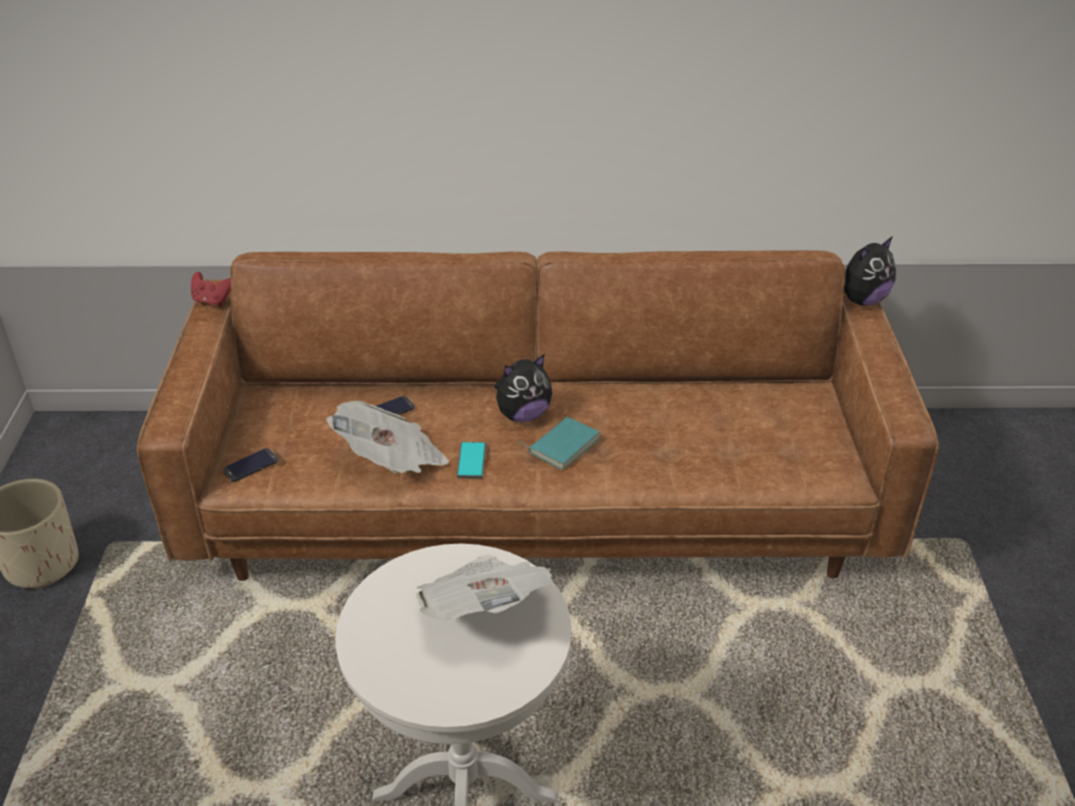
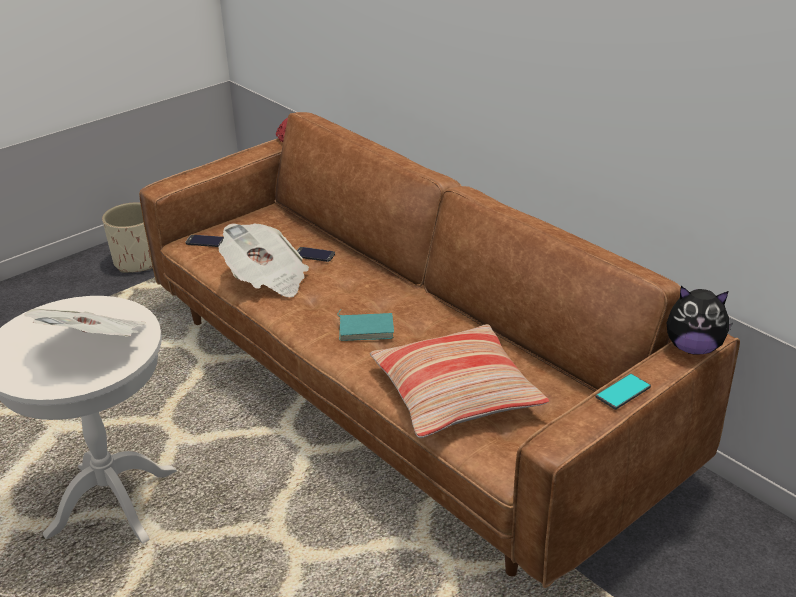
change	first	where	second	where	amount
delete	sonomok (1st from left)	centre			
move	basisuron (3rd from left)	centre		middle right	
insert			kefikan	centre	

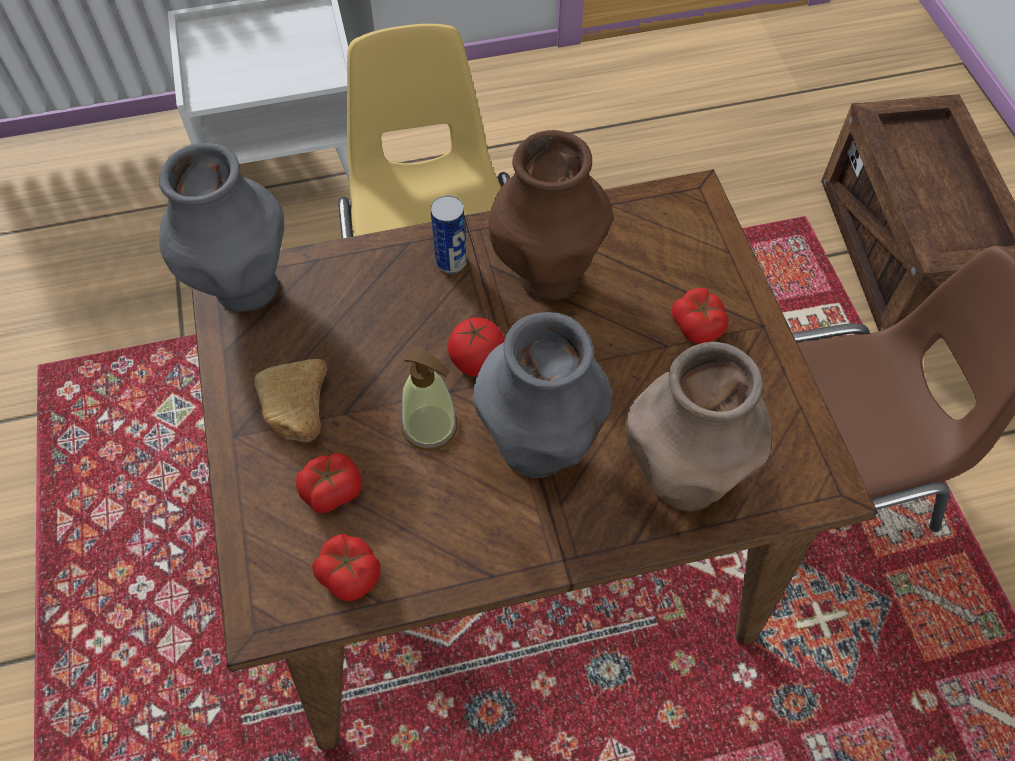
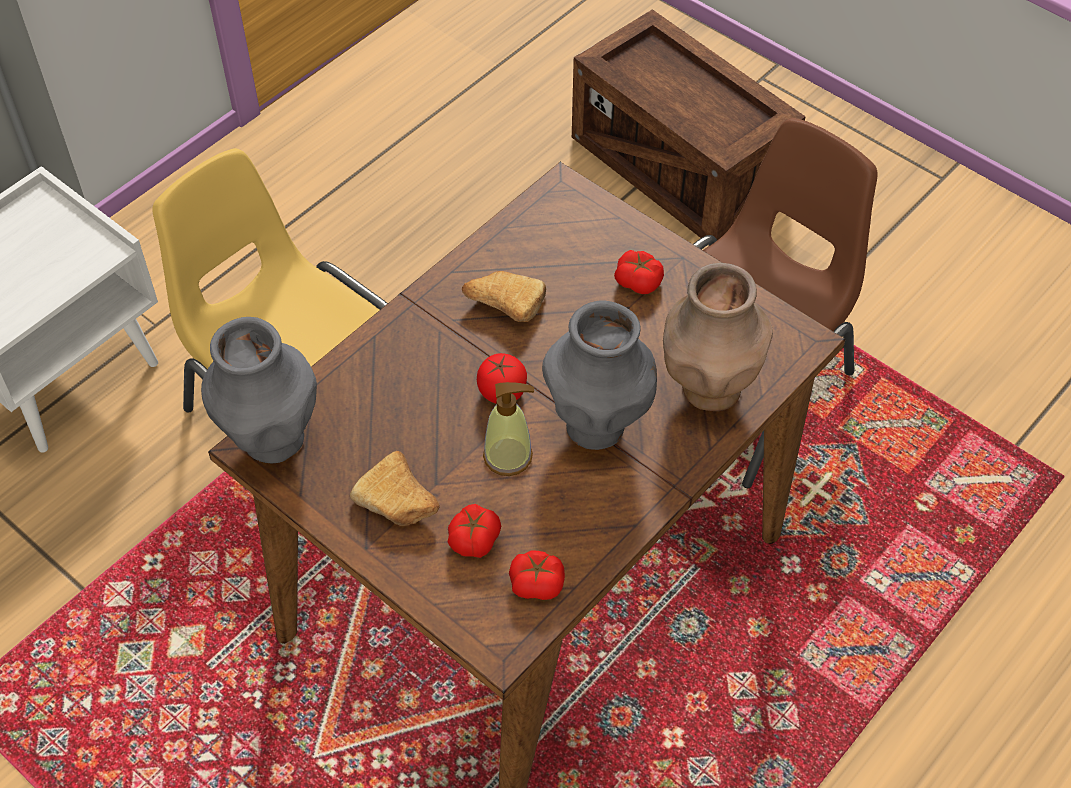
change	first	where	second	where	amount
replace	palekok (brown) (1st from left)	top centre	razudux (2nd from left)	centre	
delete	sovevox	top centre			

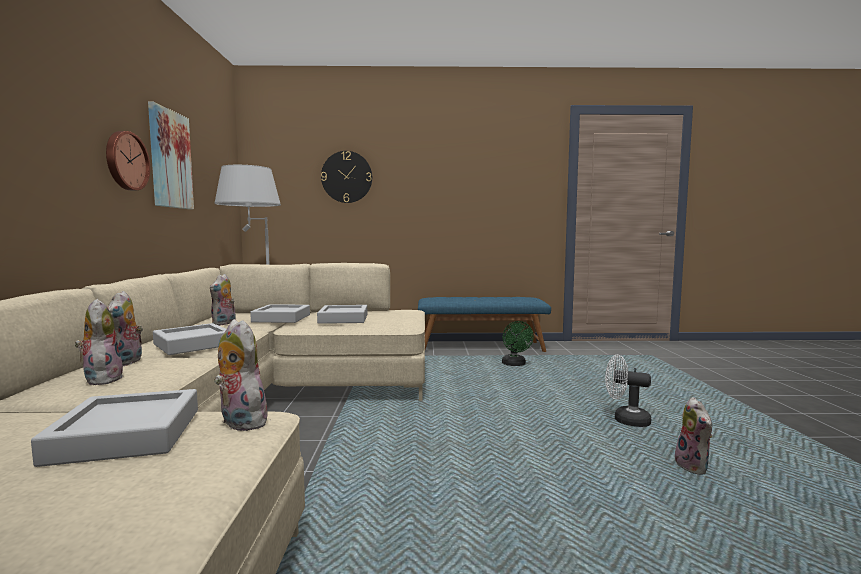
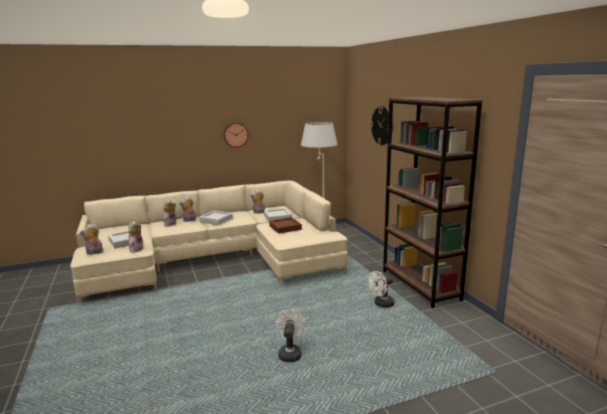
change	first	where	second	where	amount
delete	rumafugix	top left			
replace	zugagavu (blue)	centre	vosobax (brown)	middle right	
recolor	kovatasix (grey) (4th from left)	centre	kovatasix (brown)	centre	
recolor	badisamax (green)	centre	badisamax (white) (2nd from left)	bottom centre	
move	sonomok (5th from left in the first image)	bottom right	sonomok (1st from left)	middle left	

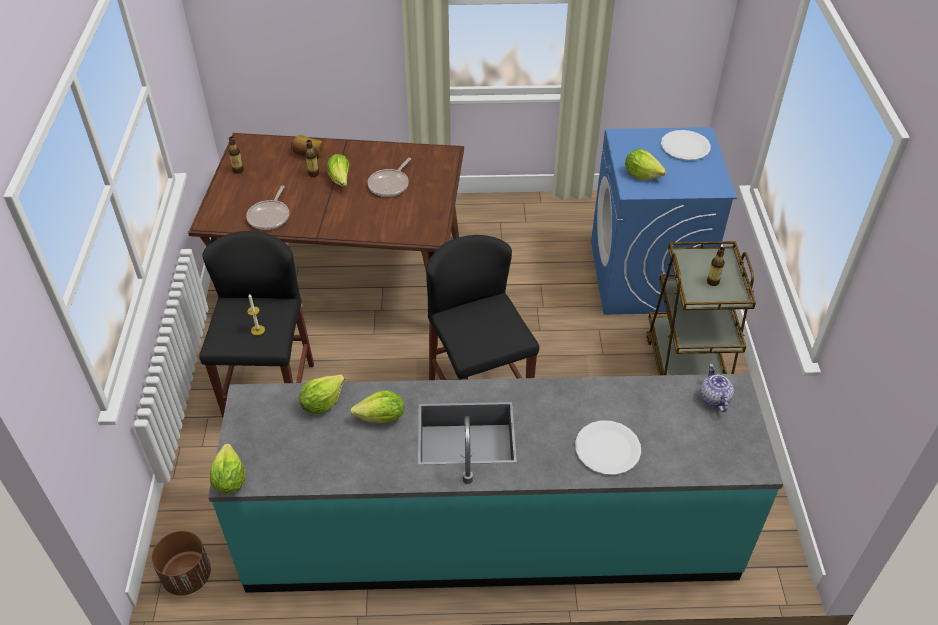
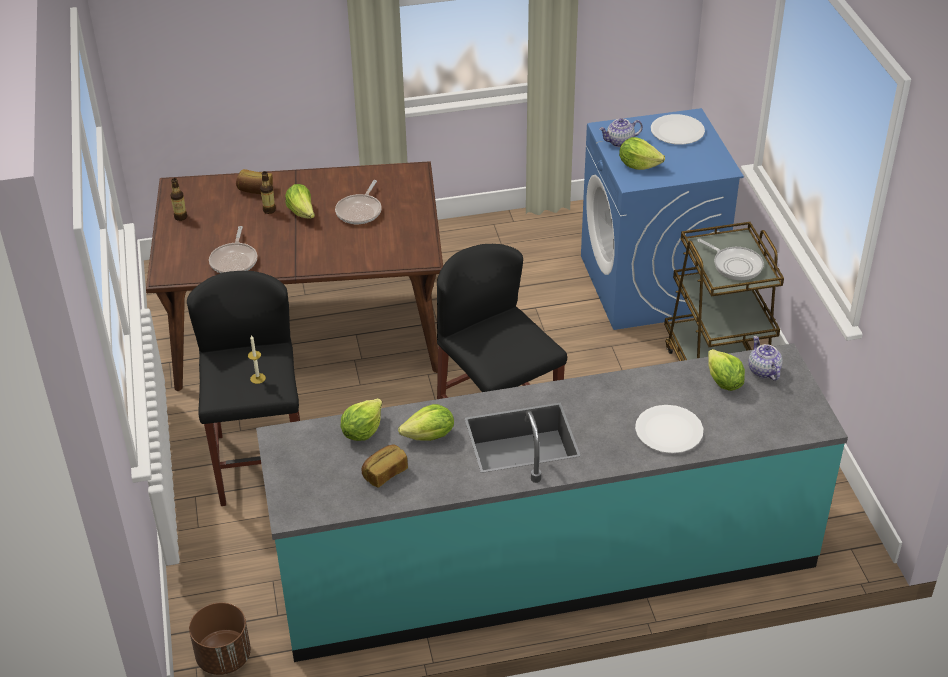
change	first	where	second	where	amount
replace	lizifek (3rd from left)	middle right	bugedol (3rd from left)	middle right	
move	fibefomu (1st from left in the first image)	bottom left	fibefomu (5th from left)	middle right	
insert			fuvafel (1st from left)	top centre	
insert			razudux (2nd from left)	bottom centre	

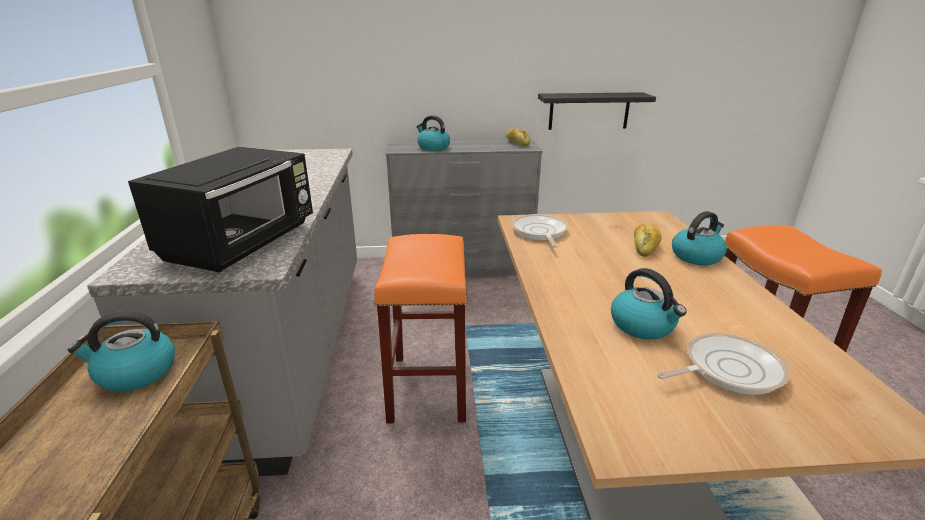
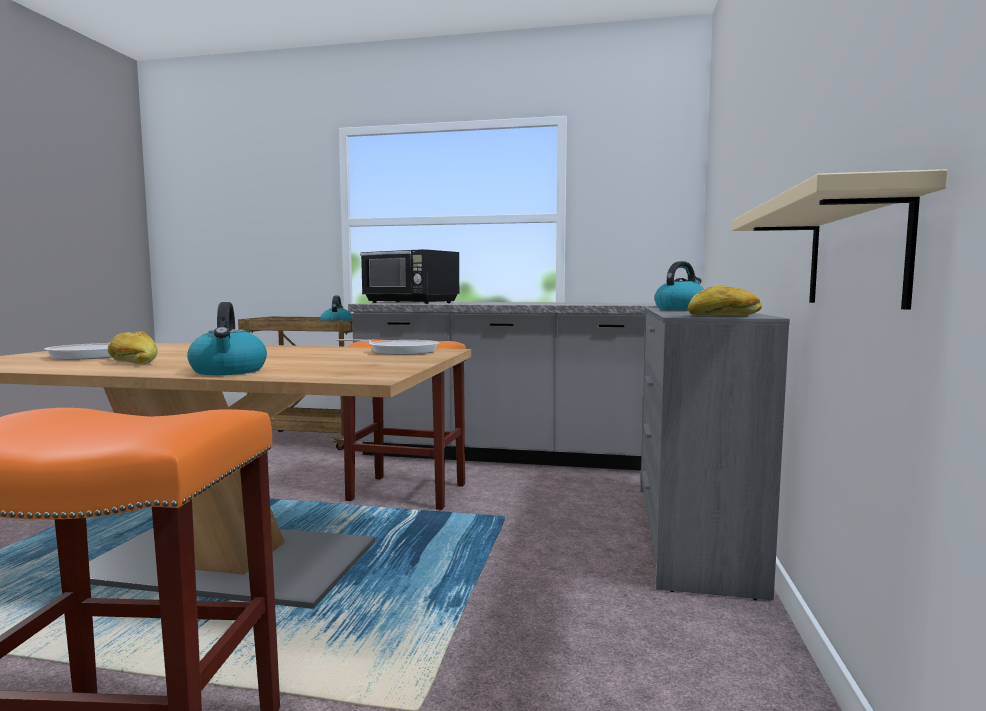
change	first	where	second	where	amount
recolor	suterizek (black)	top centre	suterizek (beige)	middle right	
move	razudux (2nd from left in the first image)	middle right	razudux (1st from left)	middle left	
delete	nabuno (3rd from left)	middle right			

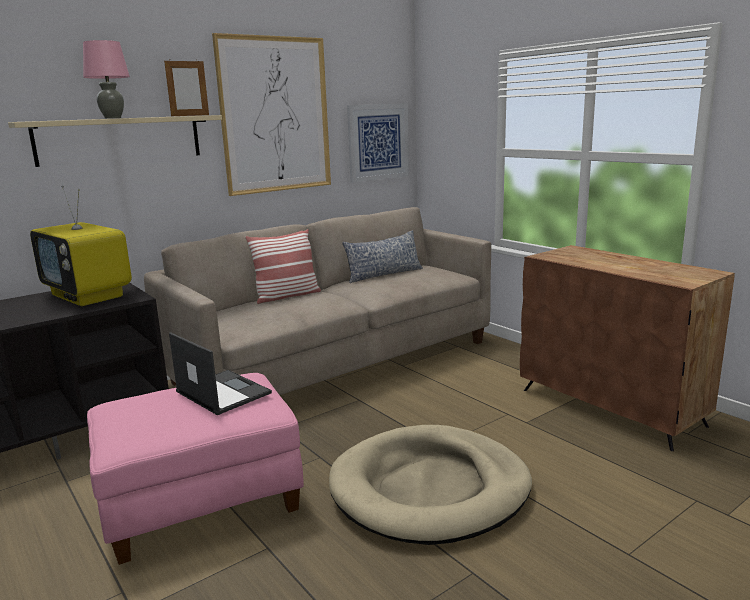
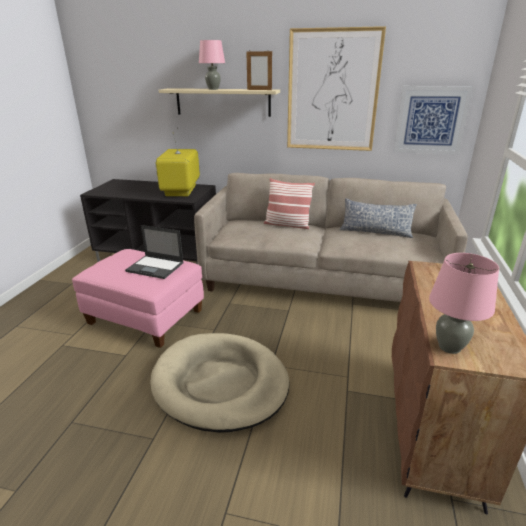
change	first	where	second	where	amount
rotate	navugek	middle left		middle left	105 degrees clockwise
insert			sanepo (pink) (2nd from left)	middle right	

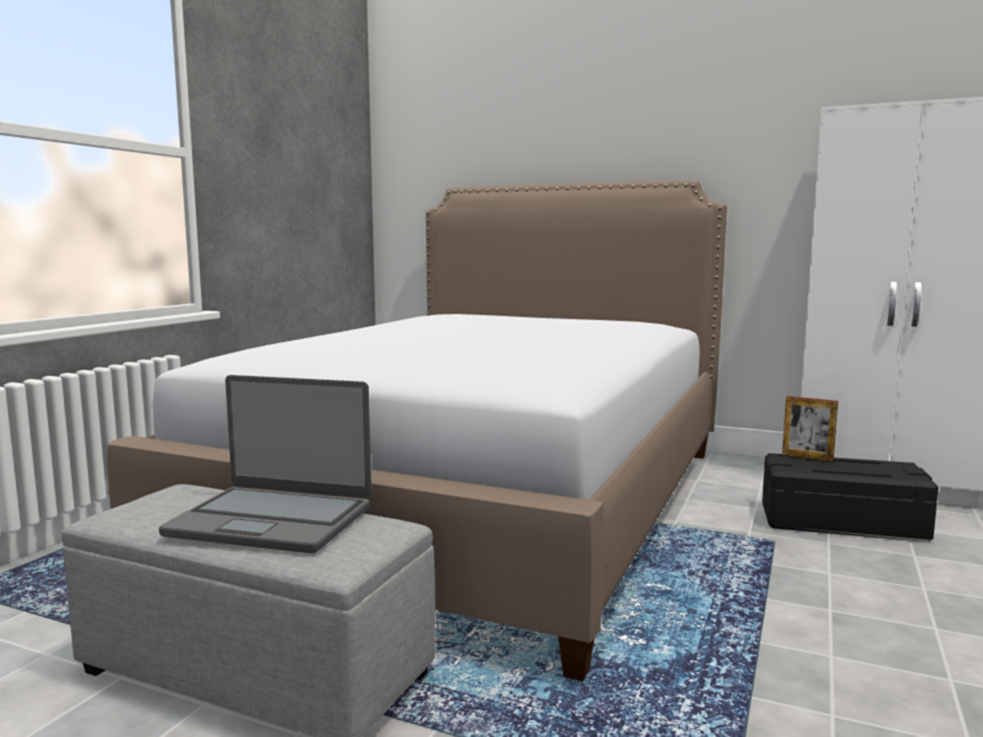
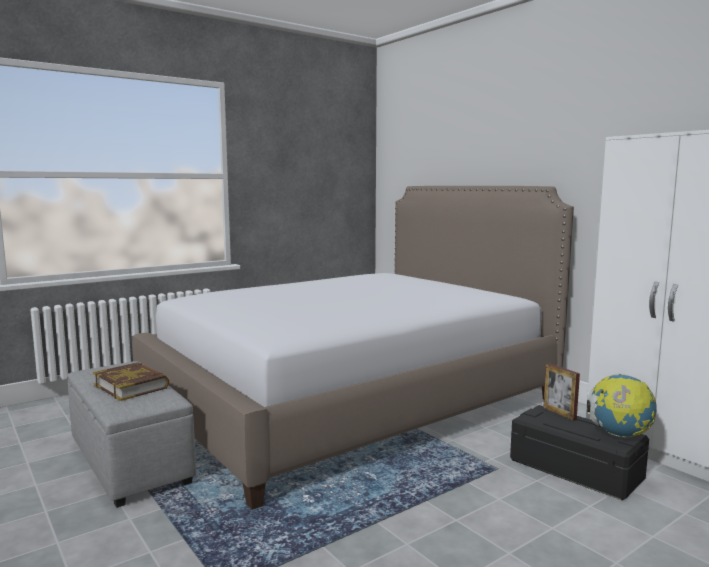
change	first	where	second	where	amount
replace	navugek	middle left	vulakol	bottom left	
insert			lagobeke	bottom right	

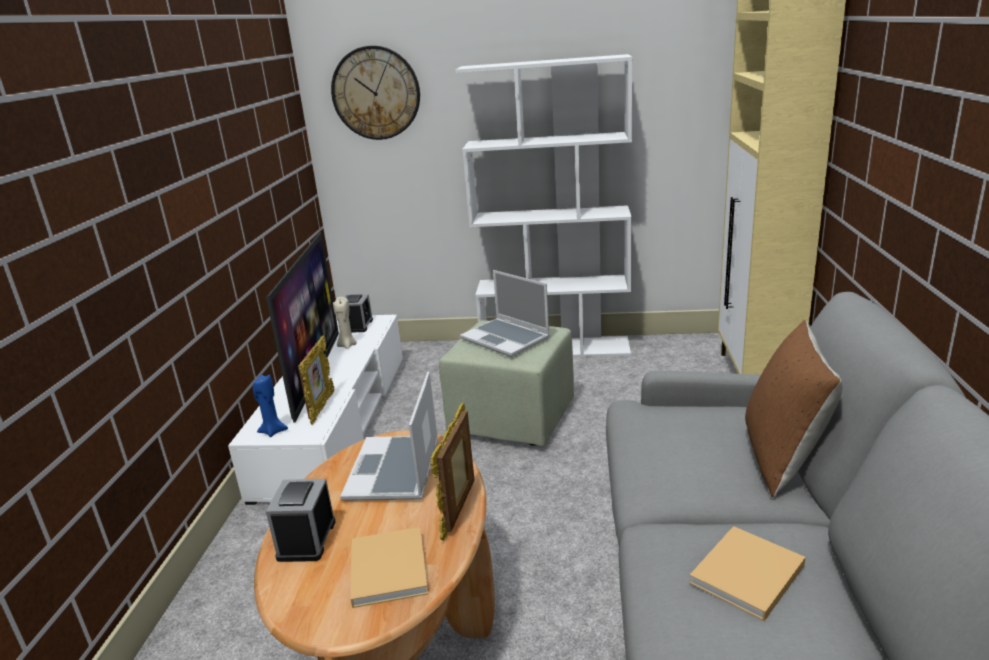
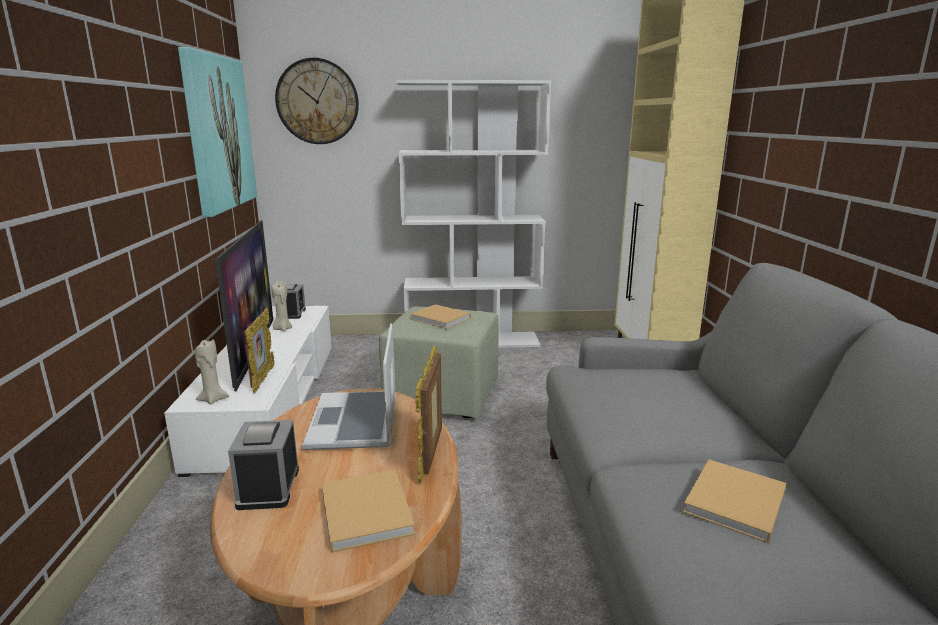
change	first	where	second	where	amount
replace	navugek (2nd from left)	centre	vulakol (beige) (2nd from left)	centre	
delete	kefikan (brown)	middle right			
recolor	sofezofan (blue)	middle left	sofezofan (beige) (1st from left)	middle left	
insert			rumafugix	top left	

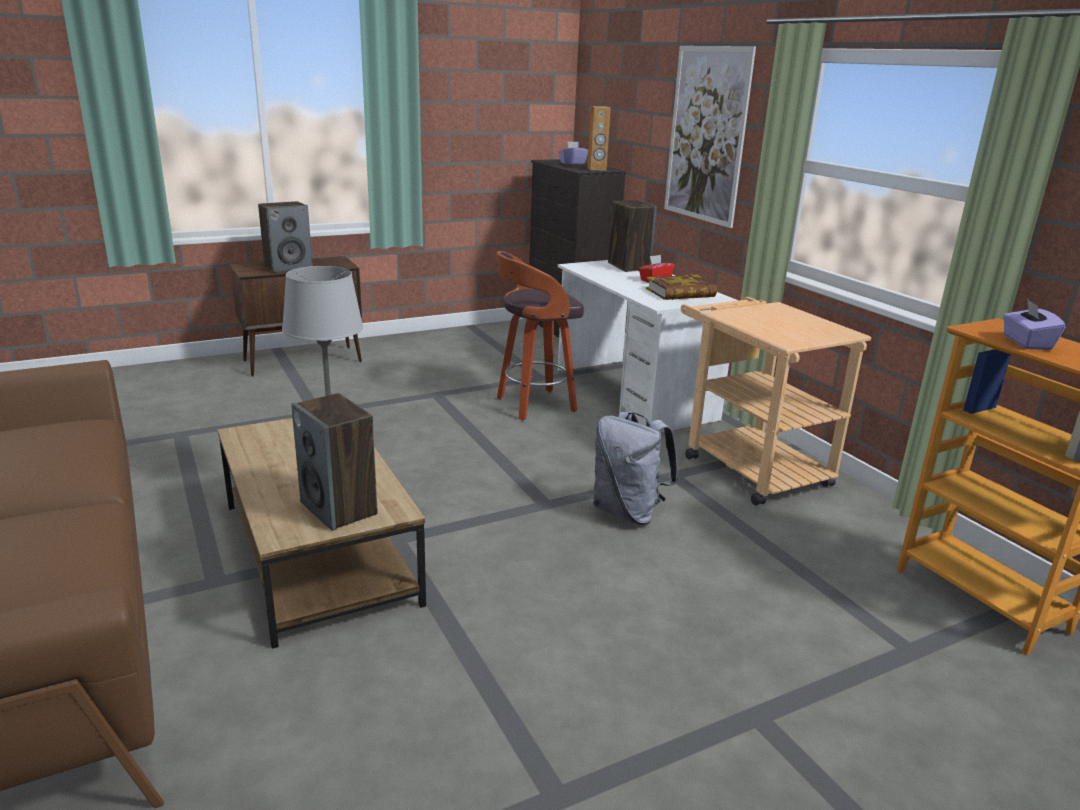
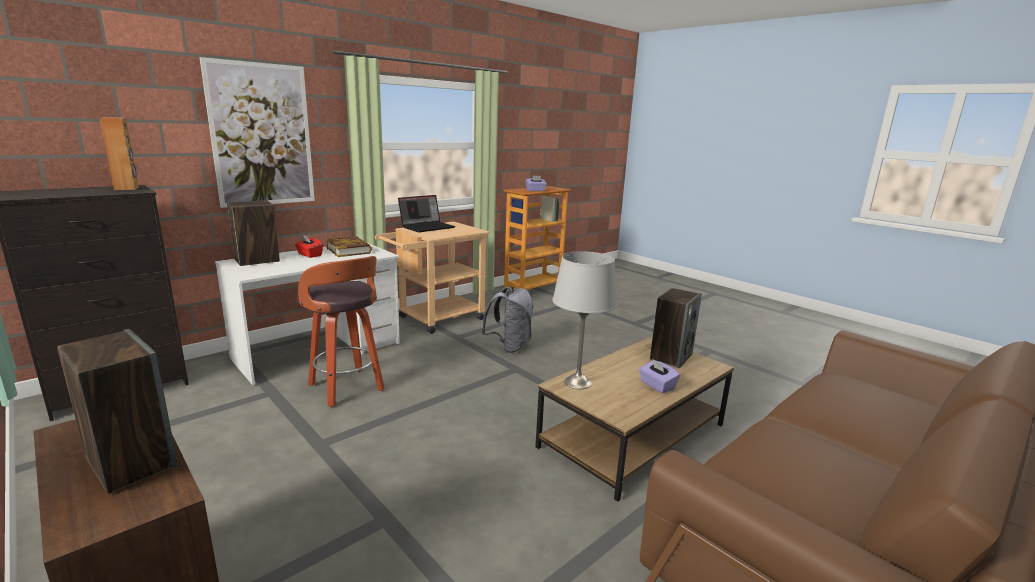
change	first	where	second	where	amount
move	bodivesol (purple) (1st from left in the first image)	top centre	bodivesol (purple) (2nd from left)	centre	
insert			navugek	centre	

